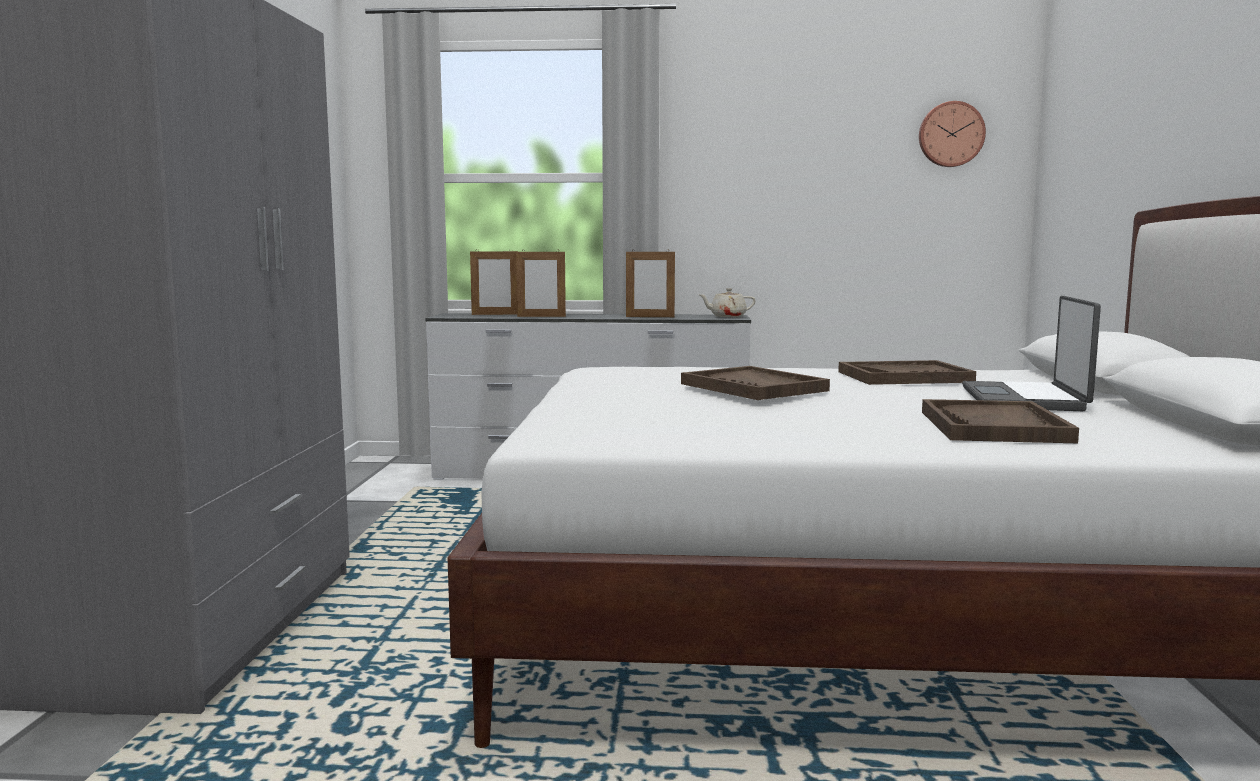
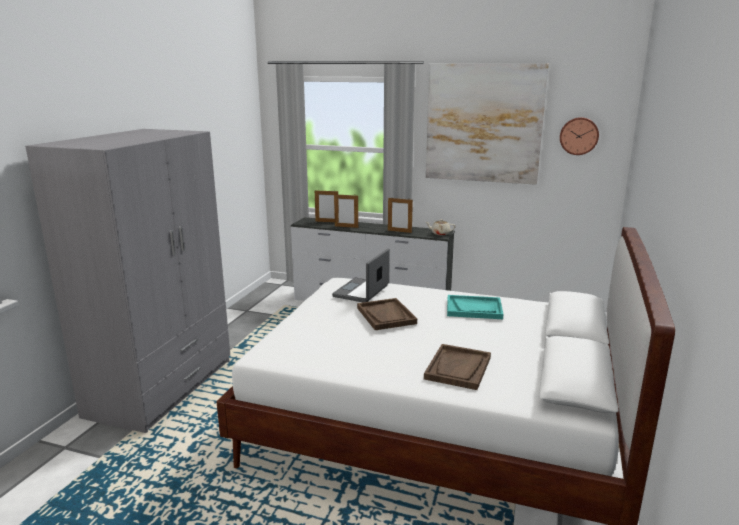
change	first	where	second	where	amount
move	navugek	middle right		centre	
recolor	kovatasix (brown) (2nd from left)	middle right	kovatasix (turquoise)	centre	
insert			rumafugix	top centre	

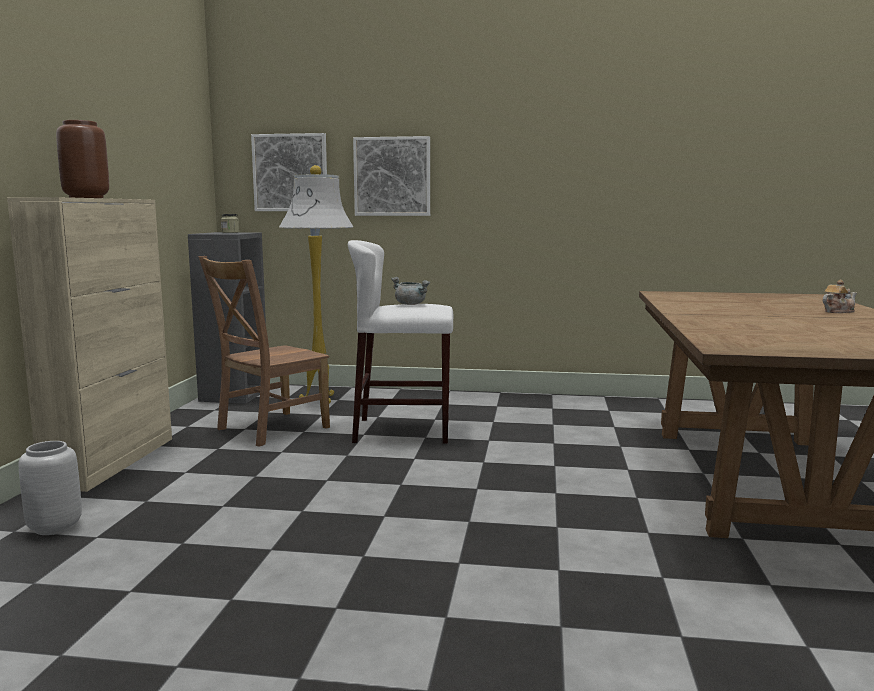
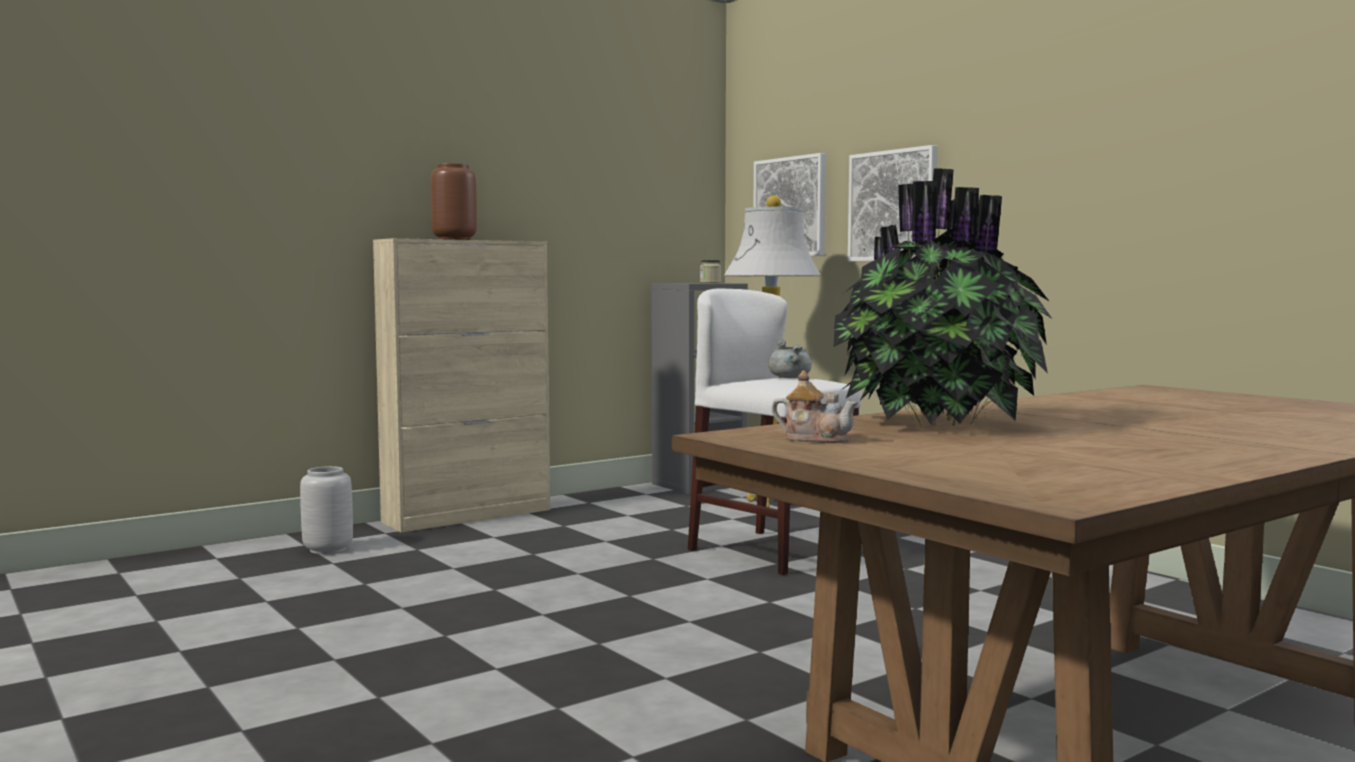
change	first	where	second	where	amount
delete	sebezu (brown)	middle left			
move	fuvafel	middle right		centre	
insert			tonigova	middle right	

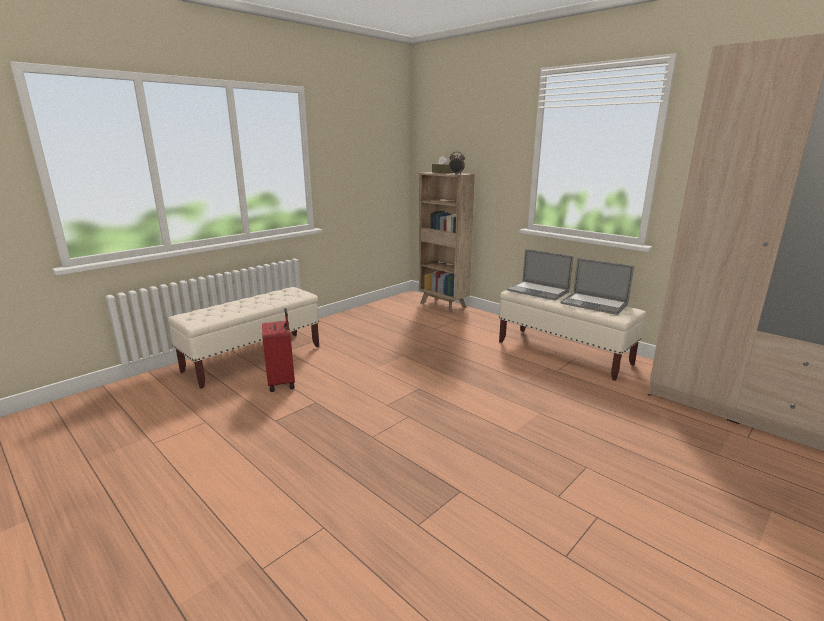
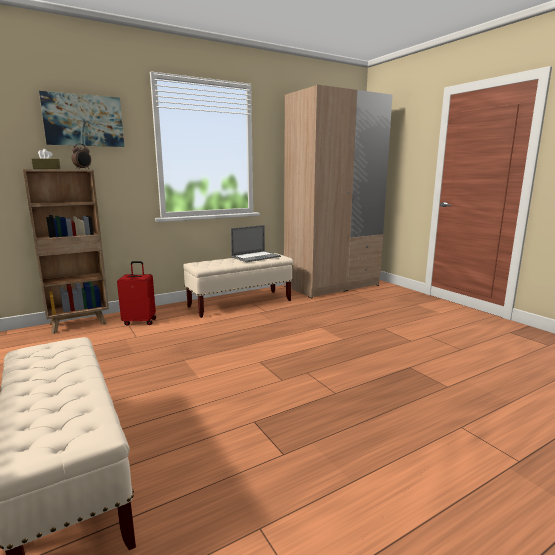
change	first	where	second	where	amount
delete	navugek (1st from left)	centre			
move	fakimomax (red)	centre		middle left	
insert			rumafugix	top left	

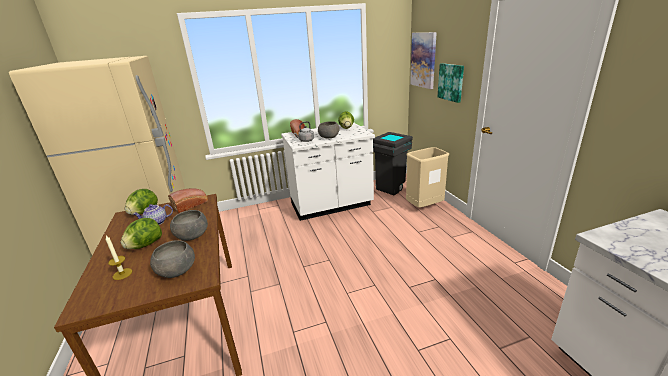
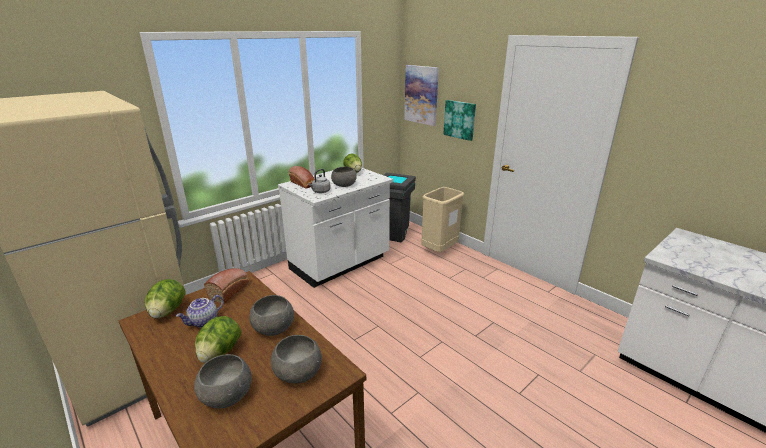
change	first	where	second	where	amount
replace	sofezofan	bottom left	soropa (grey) (1st from left)	bottom left	

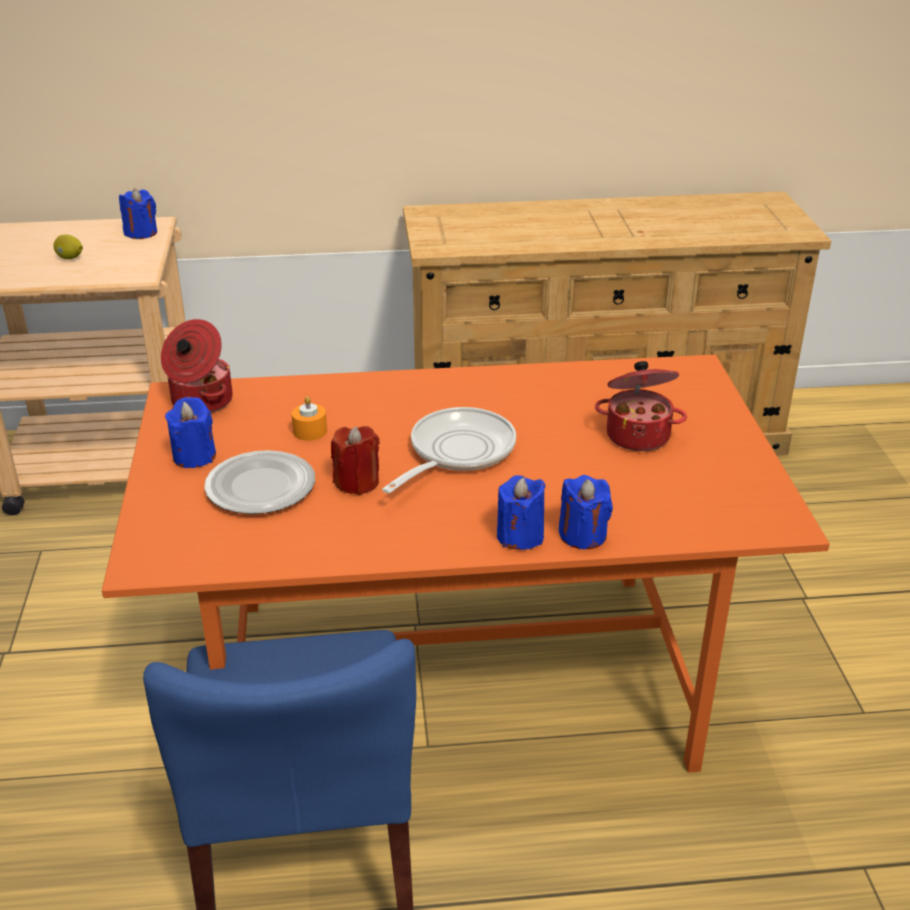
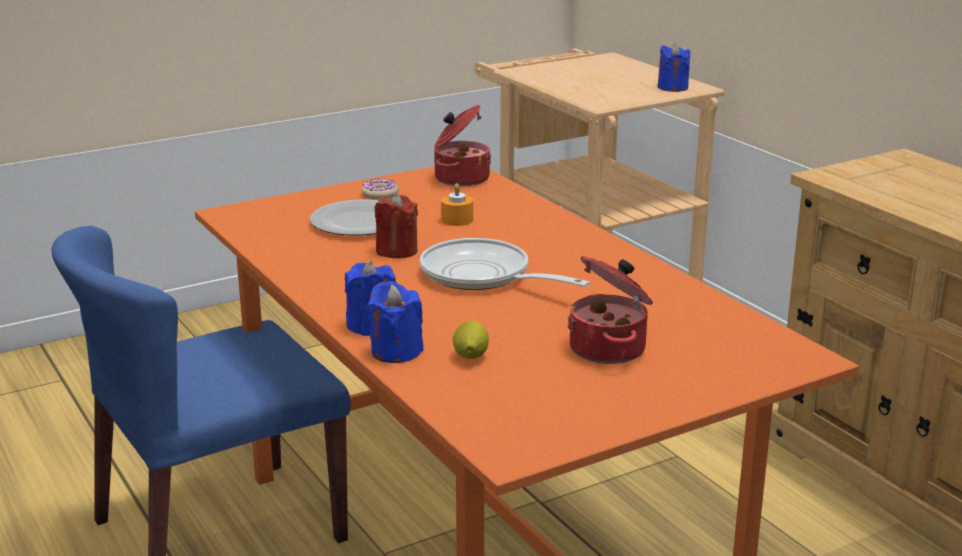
change	first	where	second	where	amount
move	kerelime	top left		centre	
replace	sofezofan (blue) (2nd from left)	middle left	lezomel	centre	
rotate	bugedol	centre		centre	150 degrees counterclockwise

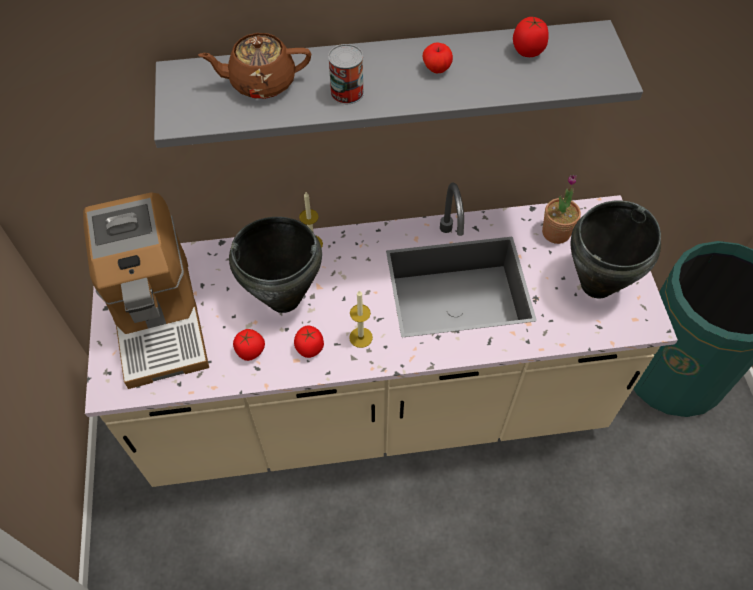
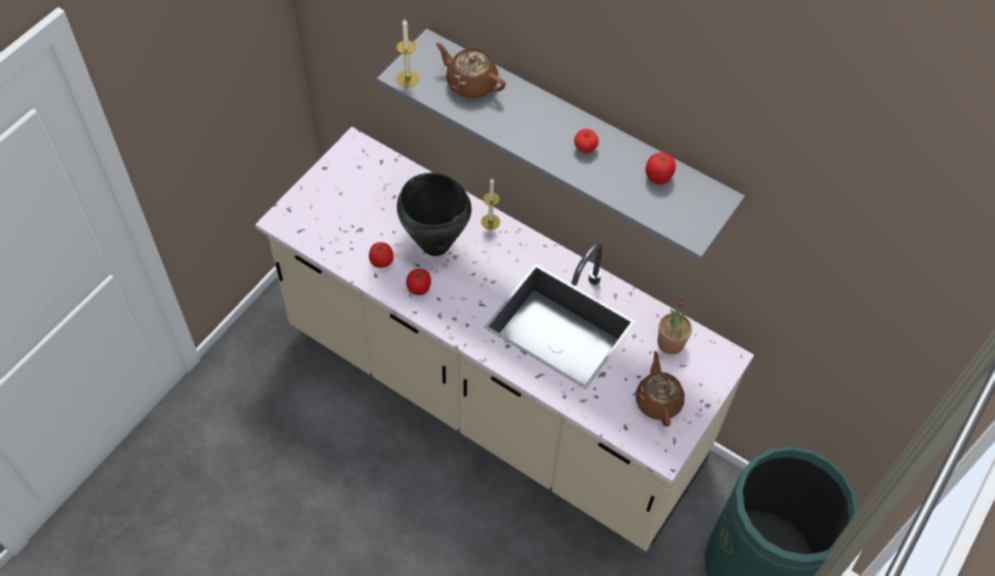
change	first	where	second	where	amount
delete	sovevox	top centre			
delete	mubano	middle left			
replace	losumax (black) (2nd from left)	middle right	fuvafel (brown) (2nd from left)	bottom centre	
move	sofezofan (2nd from left in the first image)	centre	sofezofan (1st from left)	top centre	

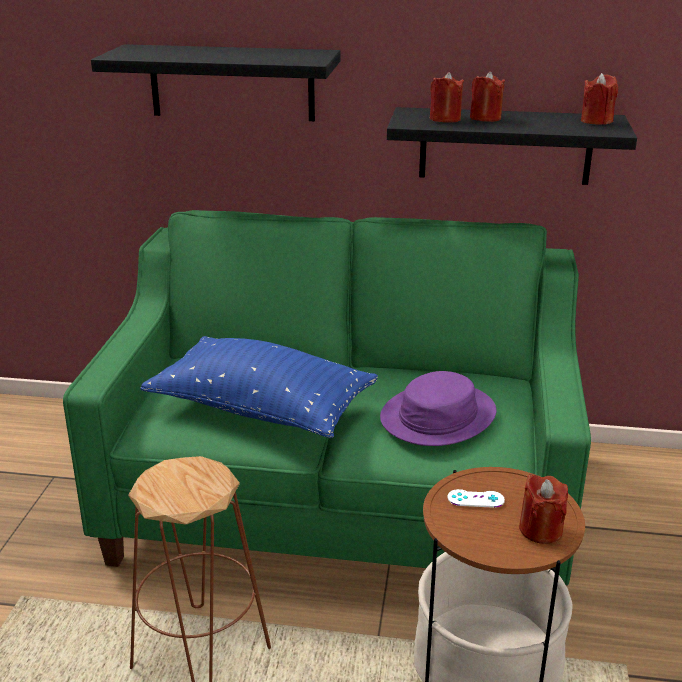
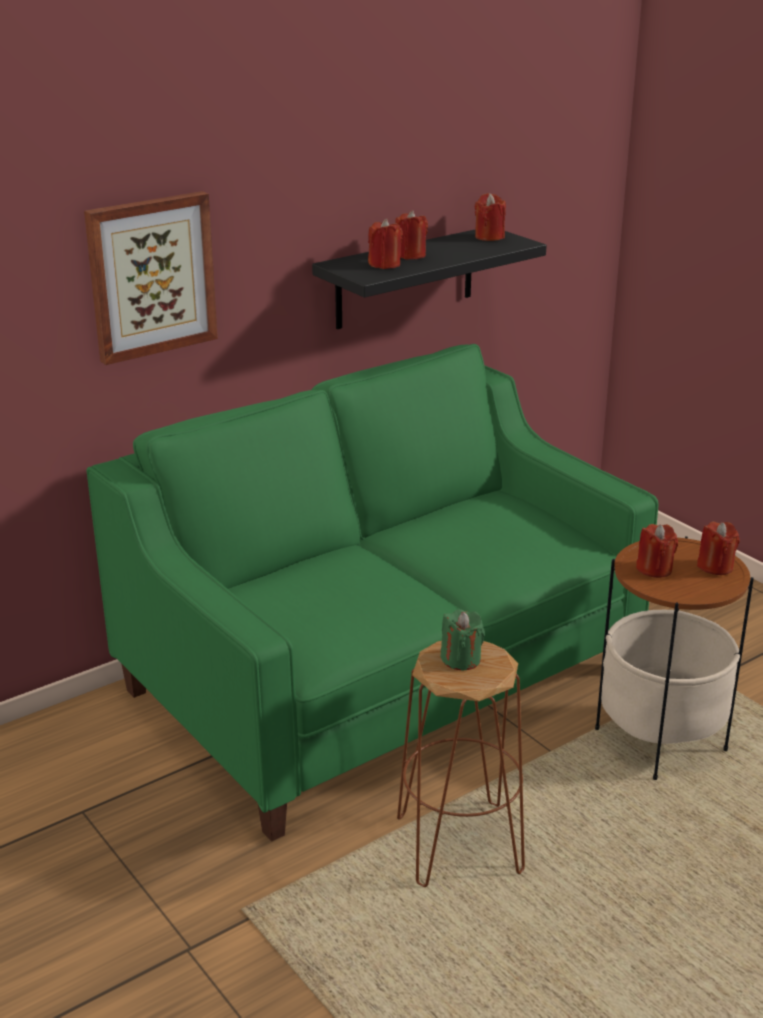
change	first	where	second	where	amount
replace	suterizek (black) (1st from left)	top left	rumafugix	top left	
delete	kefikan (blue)	centre			
delete	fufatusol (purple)	centre			
replace	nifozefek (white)	bottom right	sofezofan (red) (4th from left)	middle right	
insert			sofezofan (green)	centre	

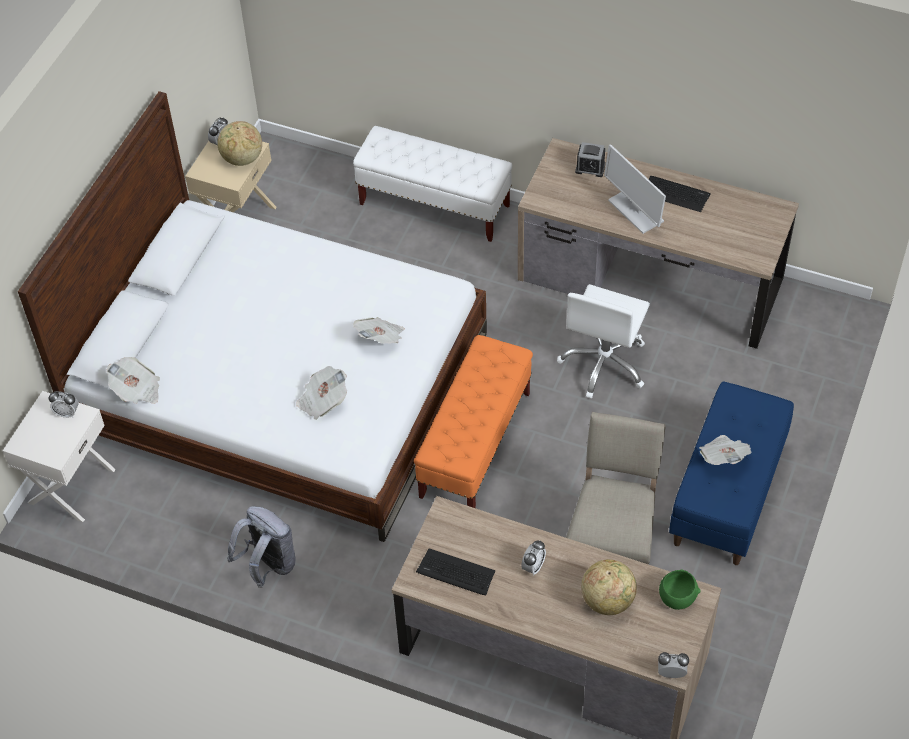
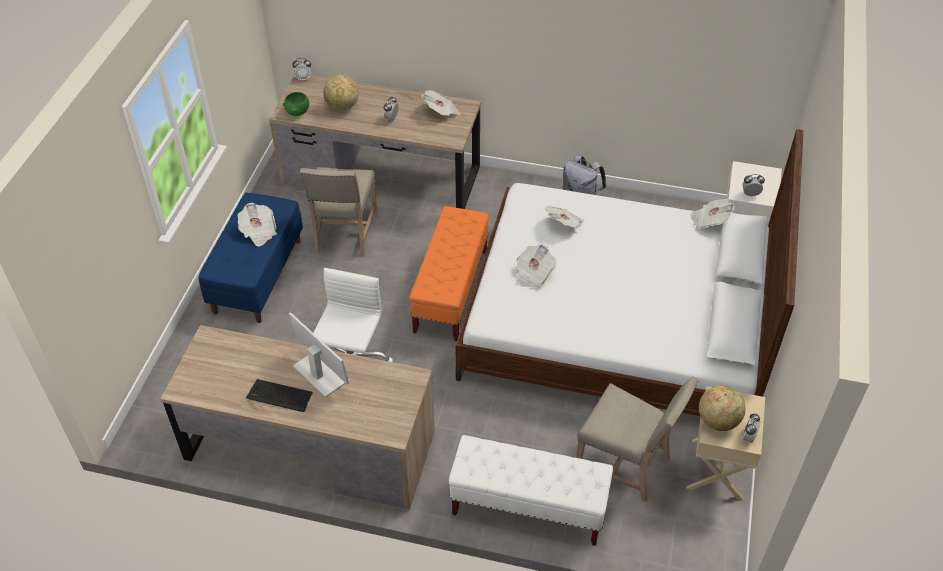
change	first	where	second	where	amount
delete	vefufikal (4th from left)	top centre			
replace	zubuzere (1st from left)	bottom centre	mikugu (2nd from left)	top centre	
insert			sebezu (beige) (2nd from left)	bottom right	

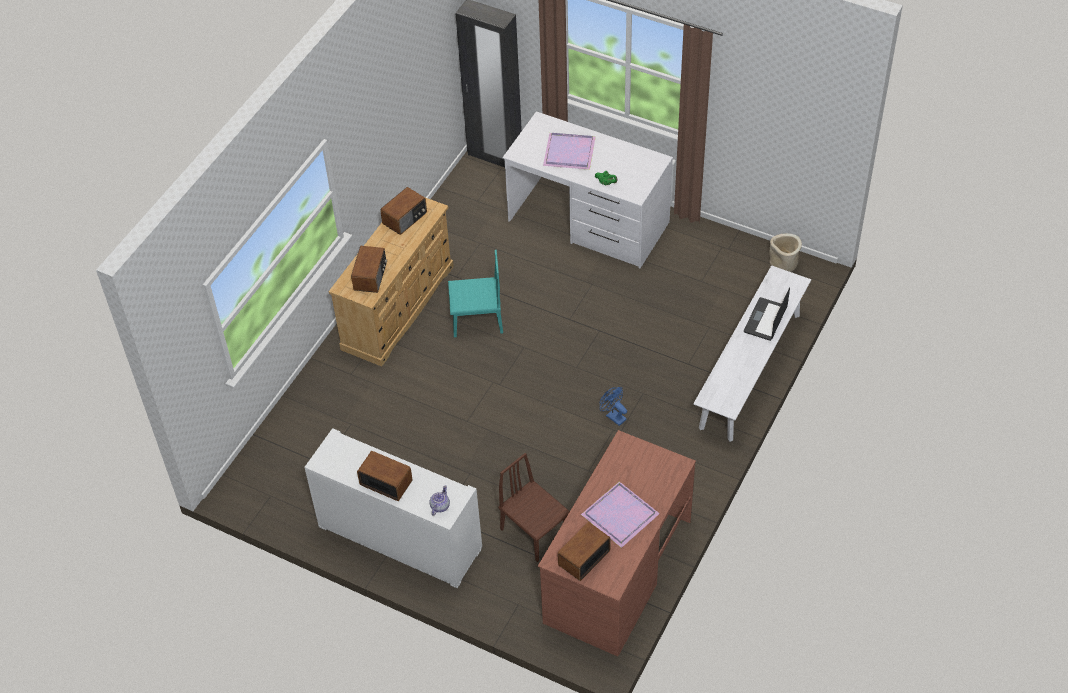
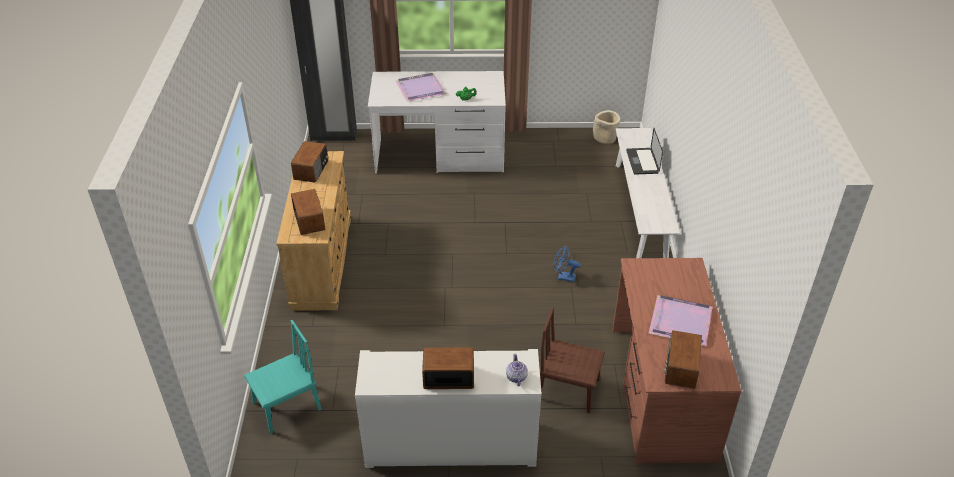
change	first	where	second	where	amount
move	sebezu (turquoise)	centre		bottom left	

